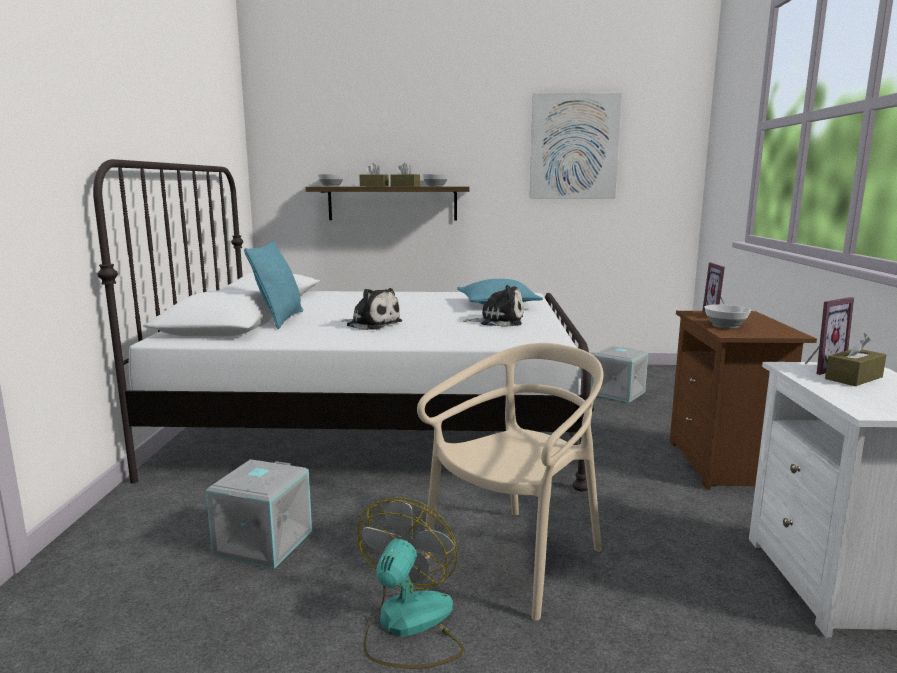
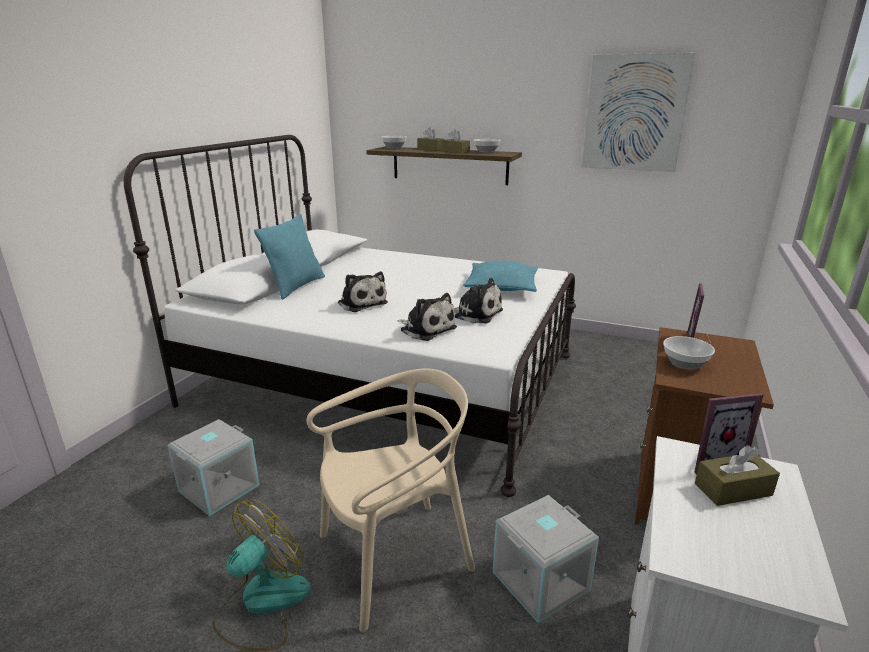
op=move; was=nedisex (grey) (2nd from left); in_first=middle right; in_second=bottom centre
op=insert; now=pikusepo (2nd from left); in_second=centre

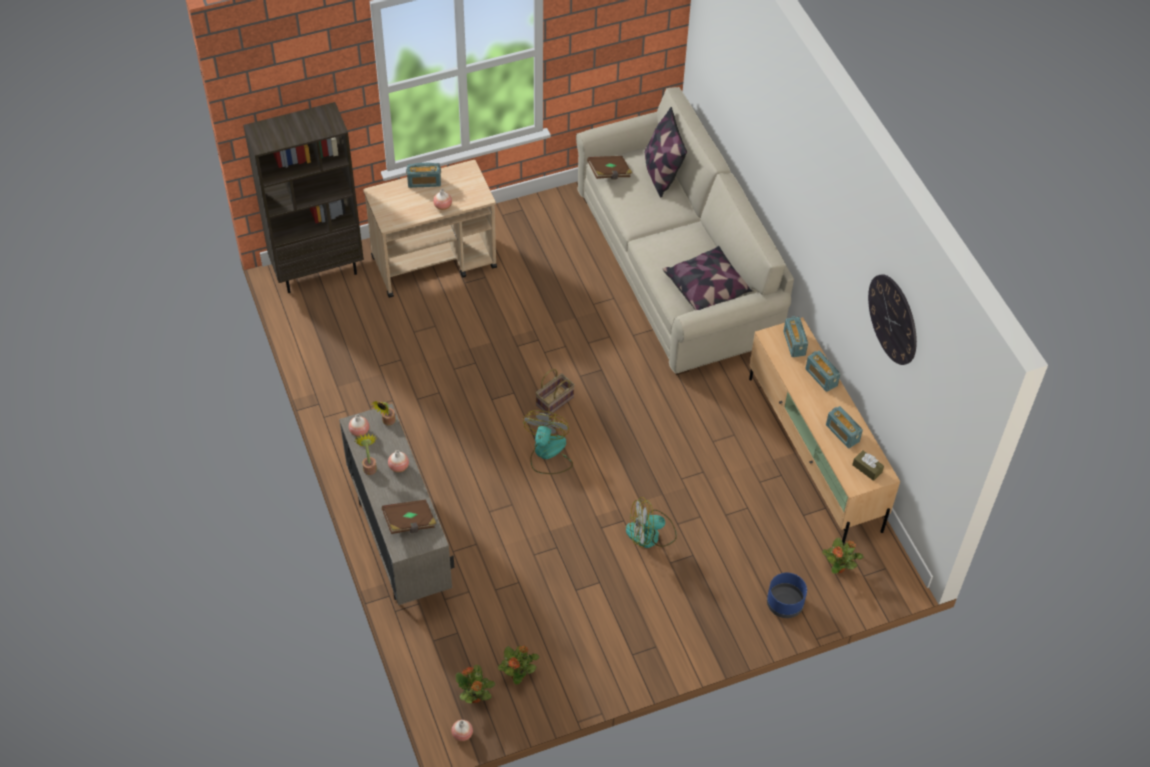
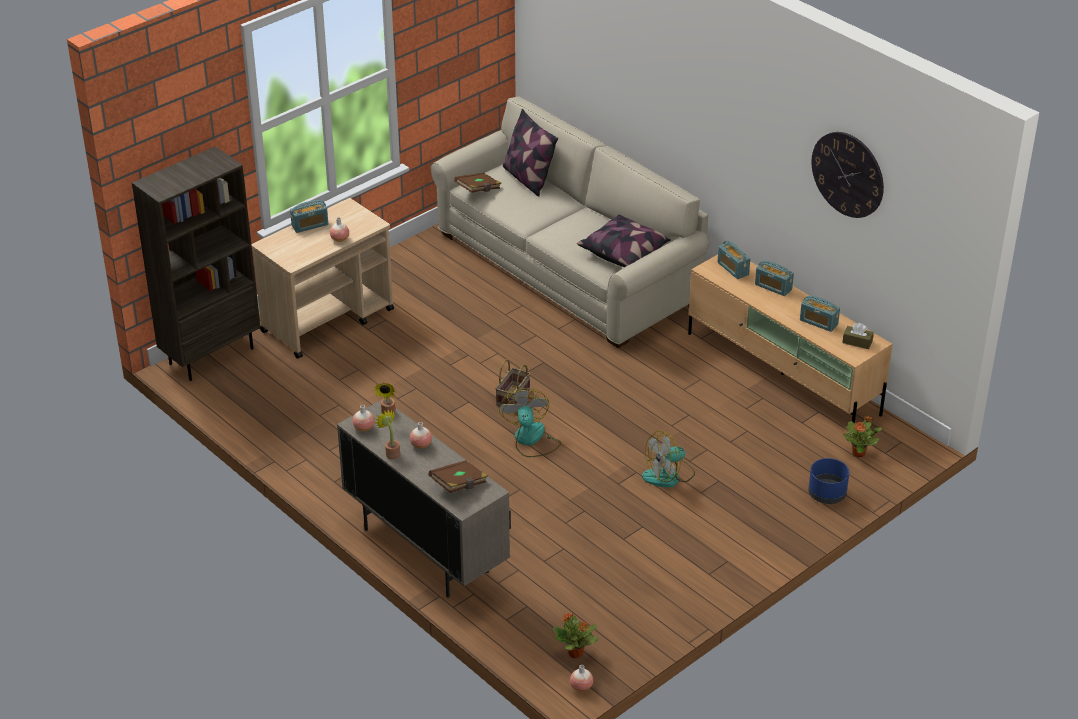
op=delete; was=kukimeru (4th from left); in_first=bottom centre

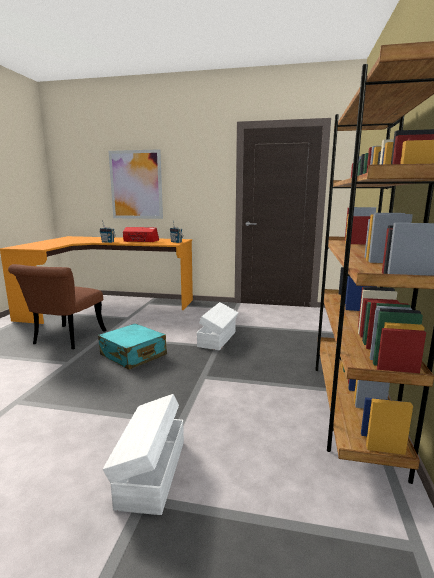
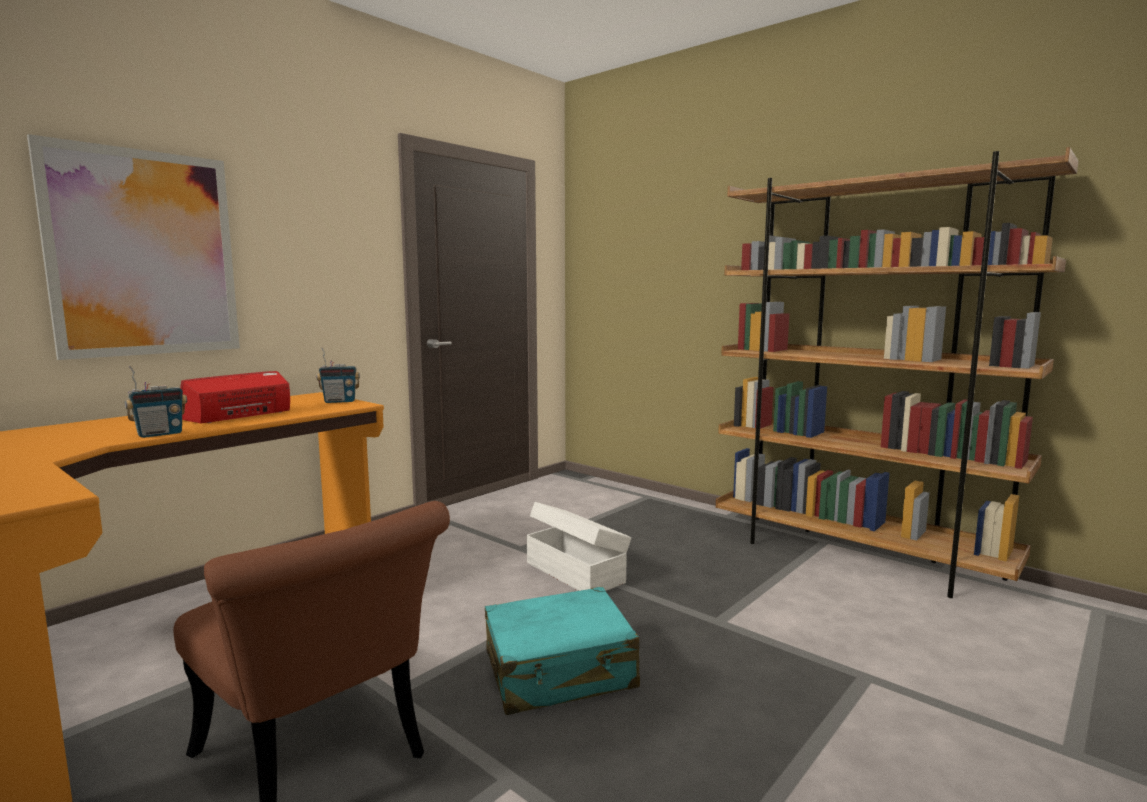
op=delete; was=nedisex (white) (1st from left); in_first=bottom left

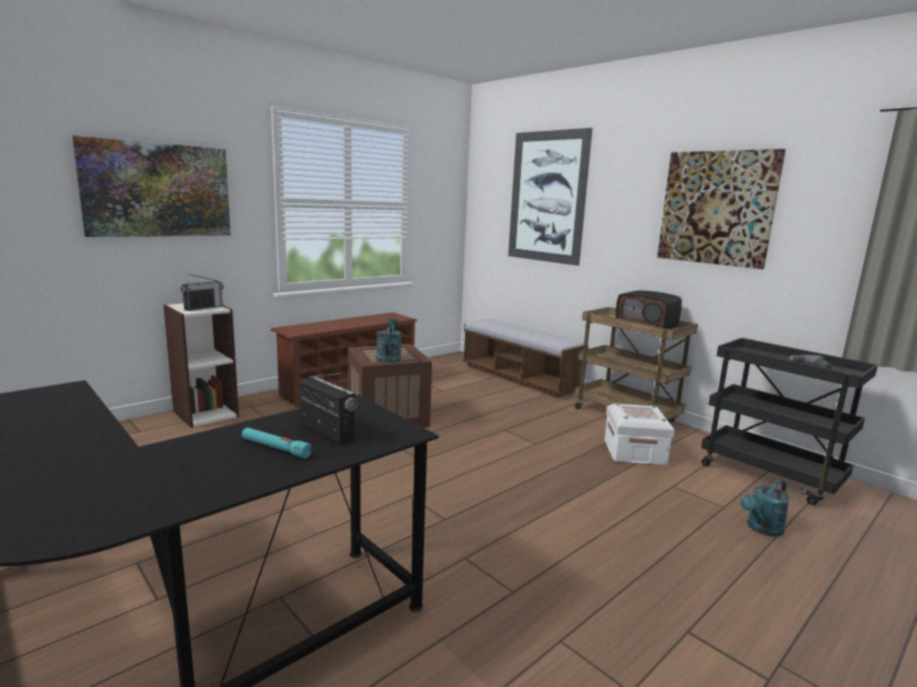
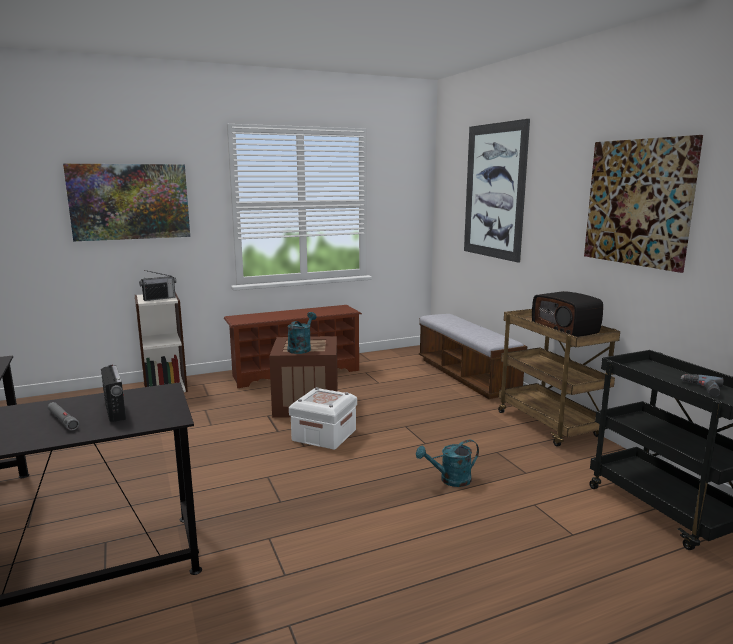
op=recolor; was=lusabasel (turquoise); now=lusabasel (grey); in_first=middle left; in_second=middle left
op=move; was=nedisex (white); in_first=middle right; in_second=centre
op=move; was=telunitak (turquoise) (2nd from left); in_first=bottom right; in_second=bottom centre

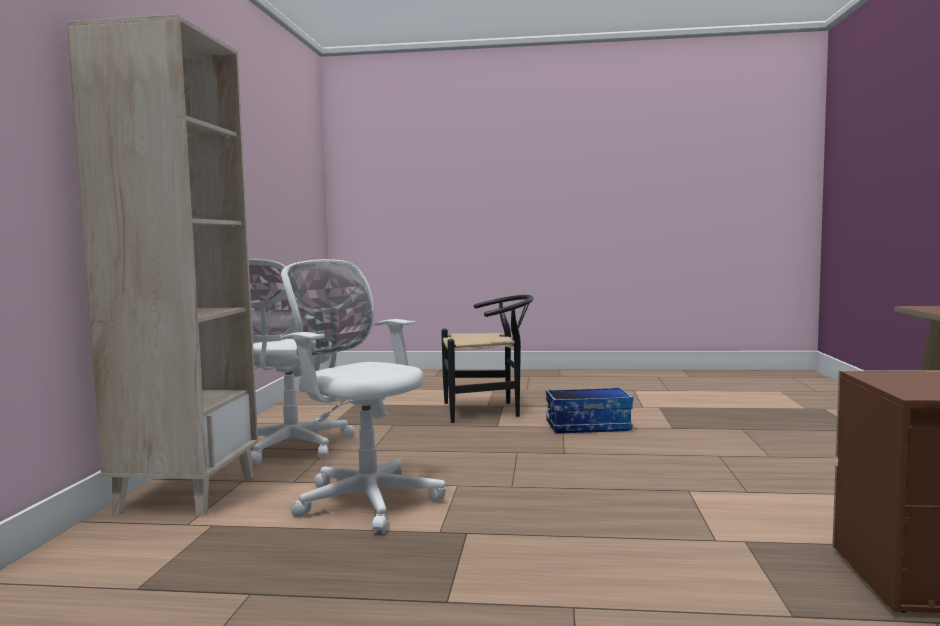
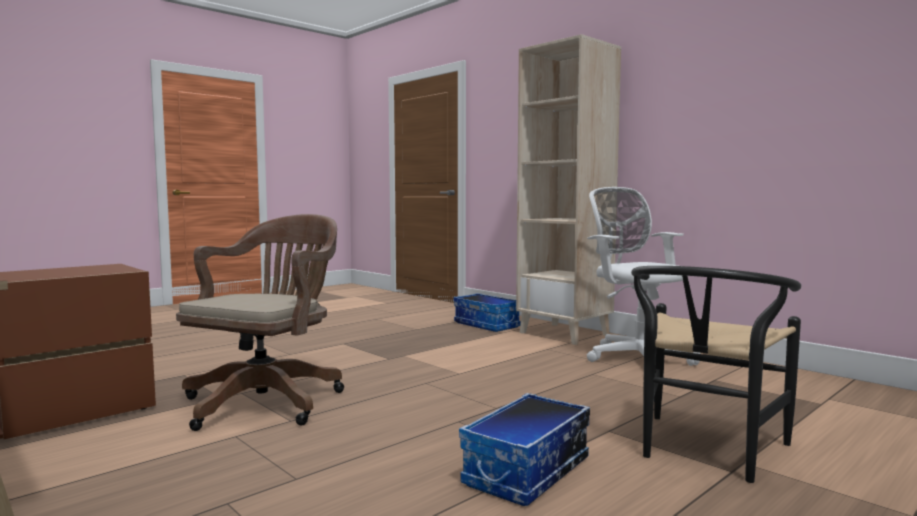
op=delete; was=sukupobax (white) (2nd from left); in_first=centre
op=insert; now=sukupobax (brown); in_second=middle left
op=insert; now=nedisex (1st from left); in_second=centre

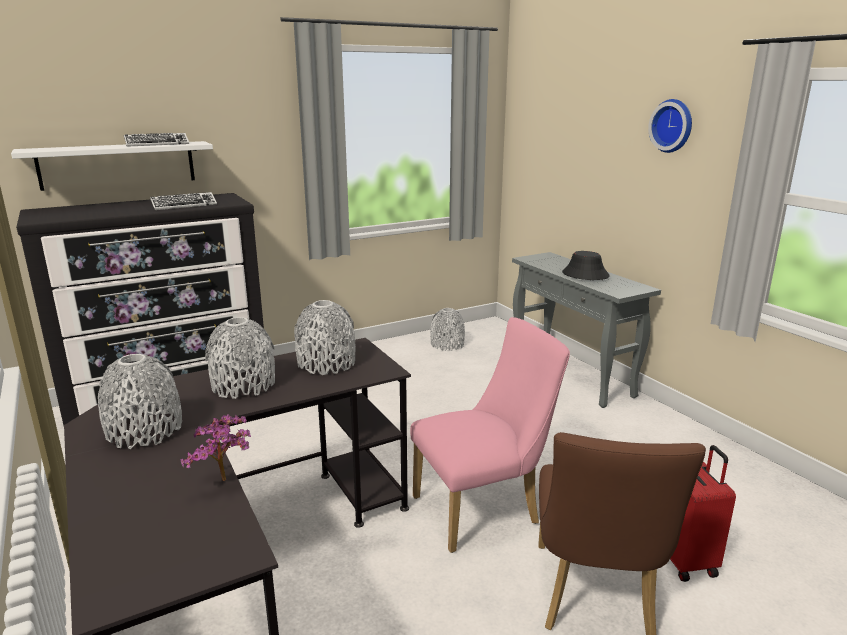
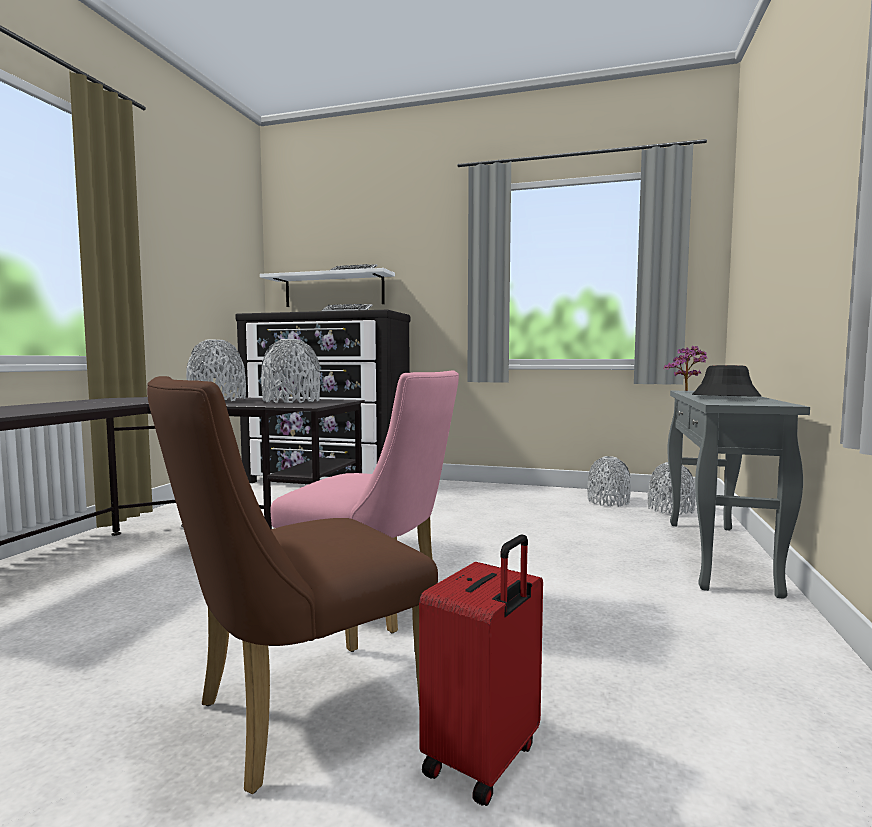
op=move; was=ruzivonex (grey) (1st from left in the first image); now=ruzivonex (grey) (4th from left); in_first=middle left; in_second=middle right
op=move; was=kukimeru; in_first=bottom left; in_second=middle right
op=delete; was=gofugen; in_first=top right

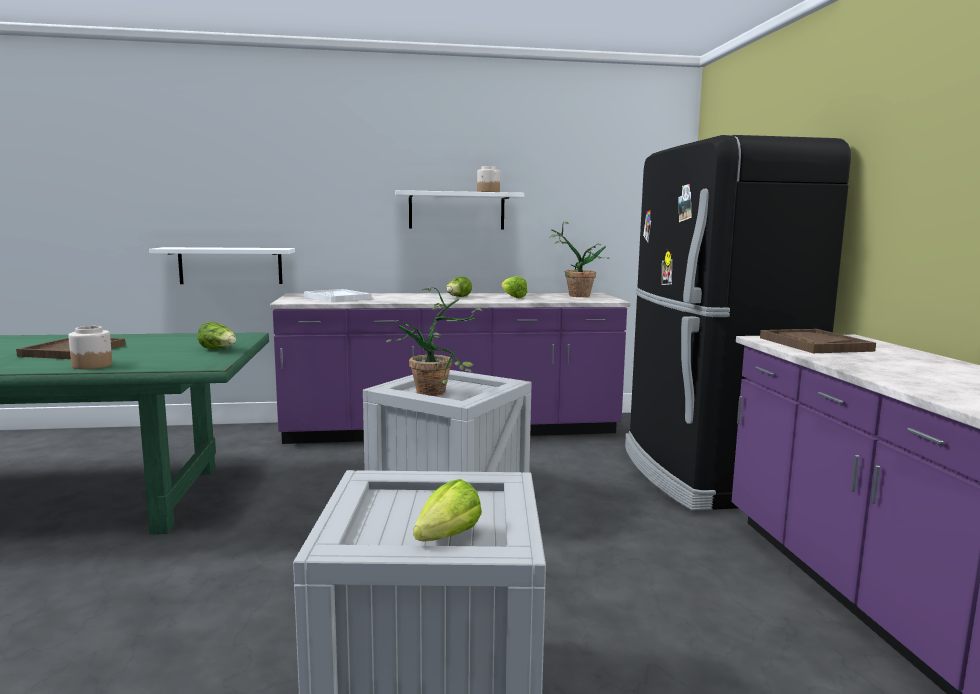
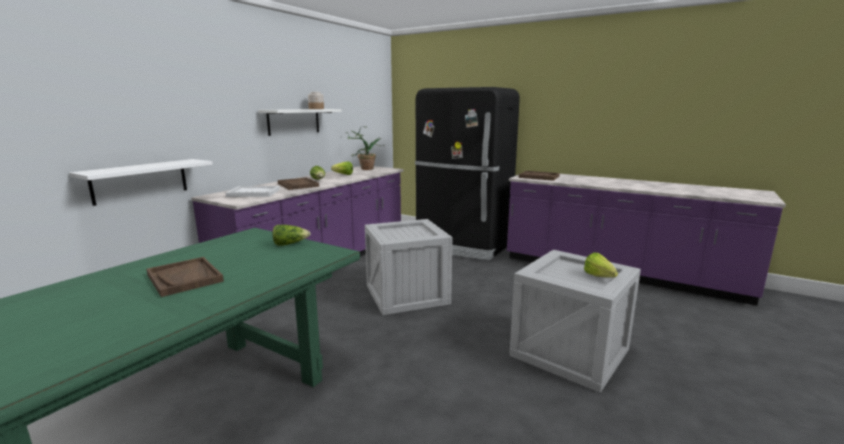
op=delete; was=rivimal (1st from left); in_first=middle left
op=delete; was=kukimeru (1st from left); in_first=centre
op=insert; now=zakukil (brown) (2nd from left); in_second=centre

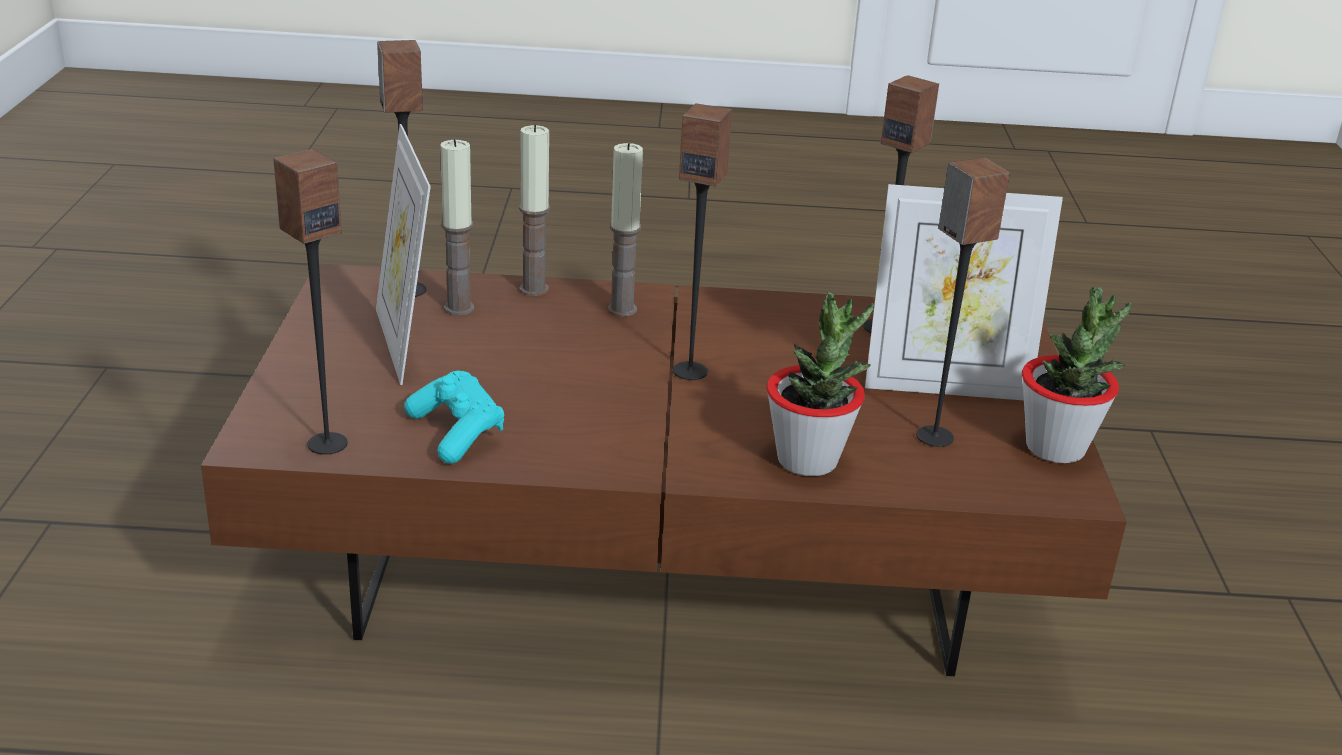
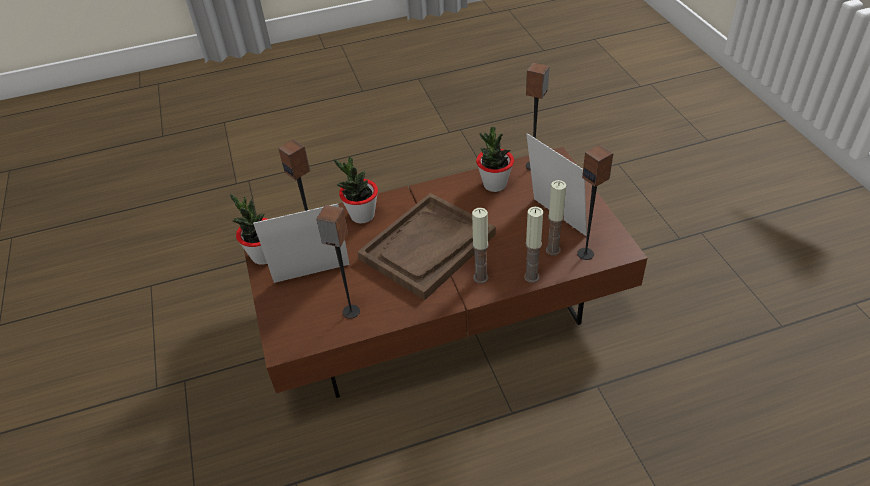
op=replace; was=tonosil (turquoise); now=kukimeru (3rd from left); in_first=centre; in_second=top centre
op=replace; was=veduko (3rd from left); now=zakukil (brown); in_first=top centre; in_second=centre

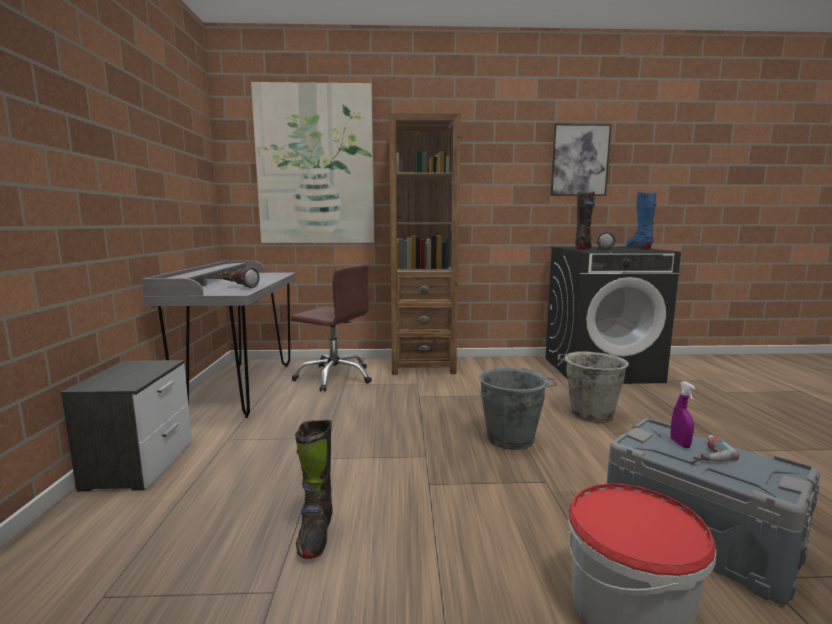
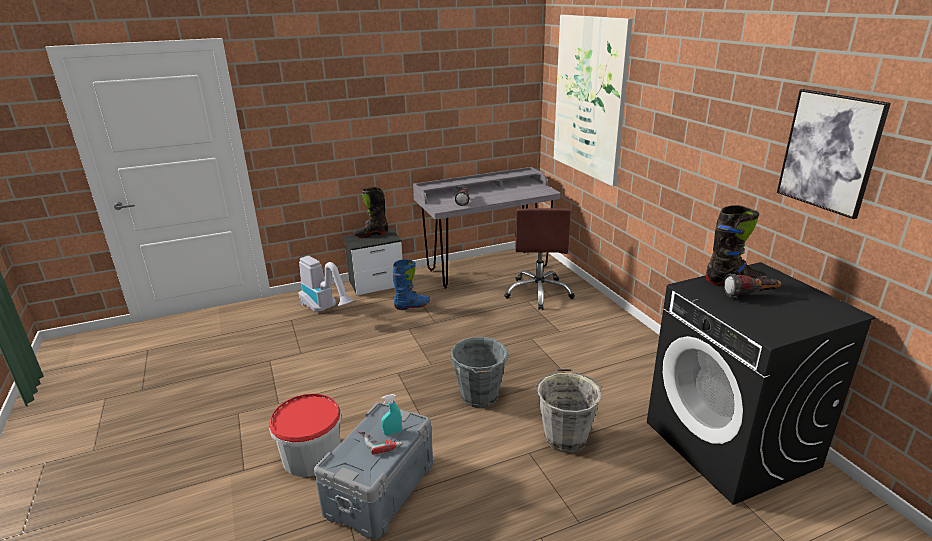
op=move; was=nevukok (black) (1st from left); in_first=bottom centre; in_second=centre
op=delete; was=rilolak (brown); in_first=centre
op=move; was=nevukok (blue); in_first=middle right; in_second=centre
op=recolor; was=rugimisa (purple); now=rugimisa (turquoise); in_first=middle right; in_second=bottom centre
op=insert; now=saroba; in_second=centre

